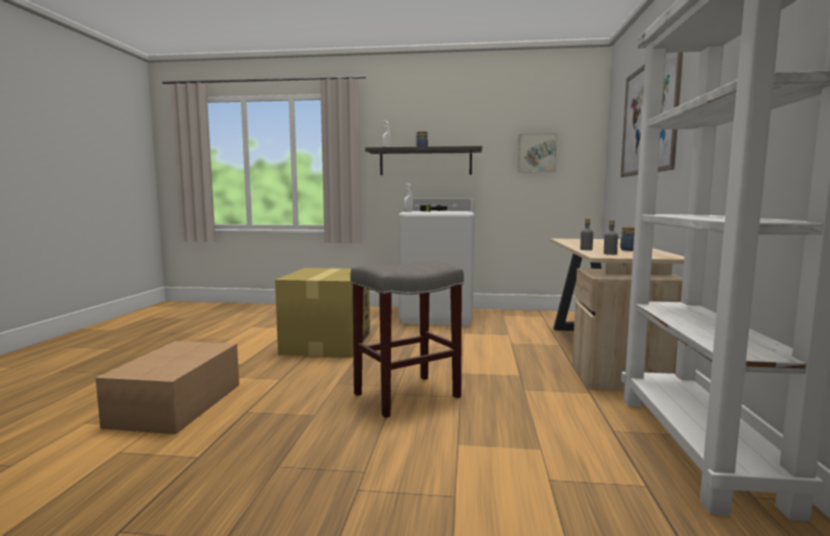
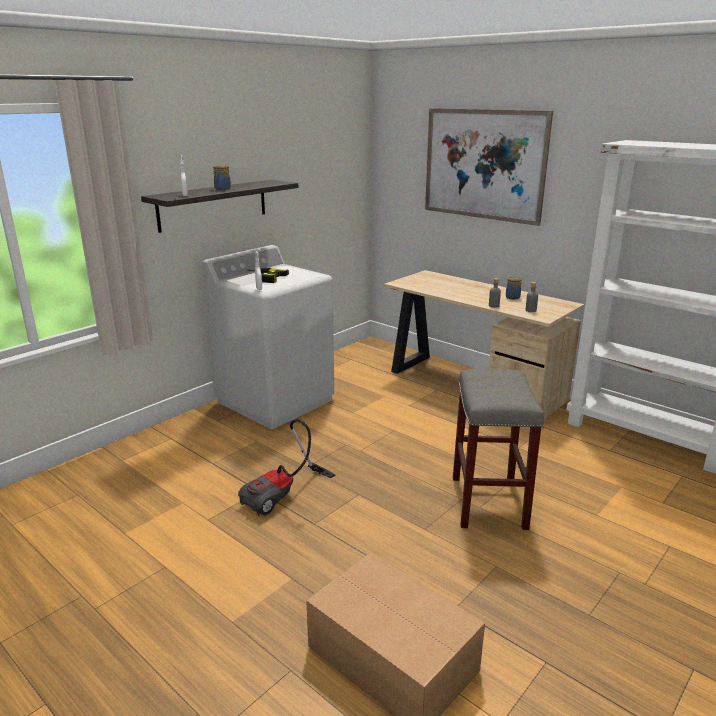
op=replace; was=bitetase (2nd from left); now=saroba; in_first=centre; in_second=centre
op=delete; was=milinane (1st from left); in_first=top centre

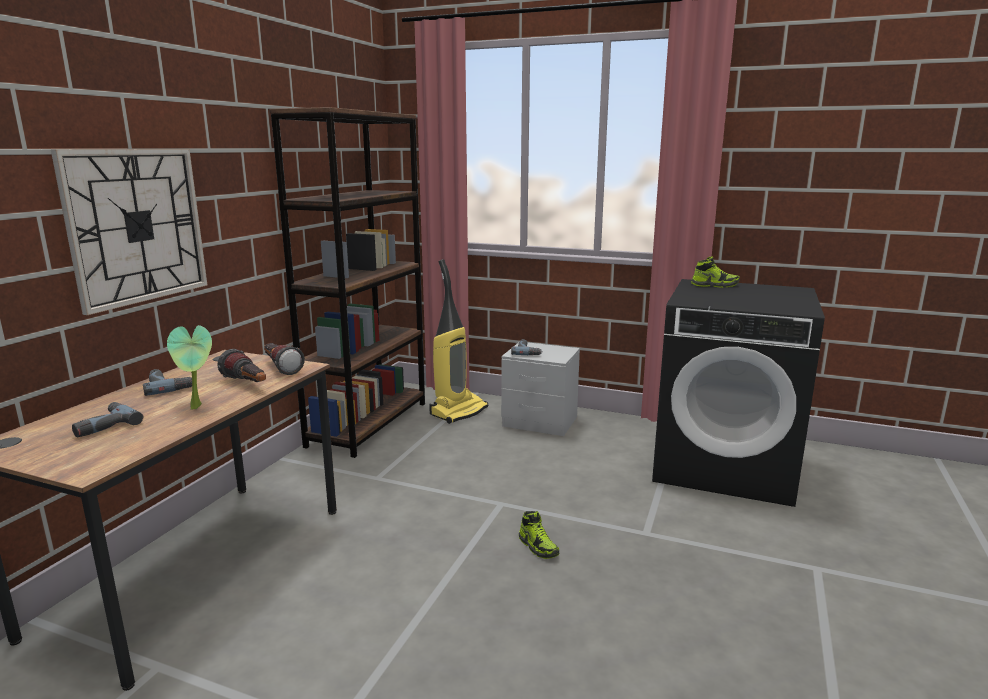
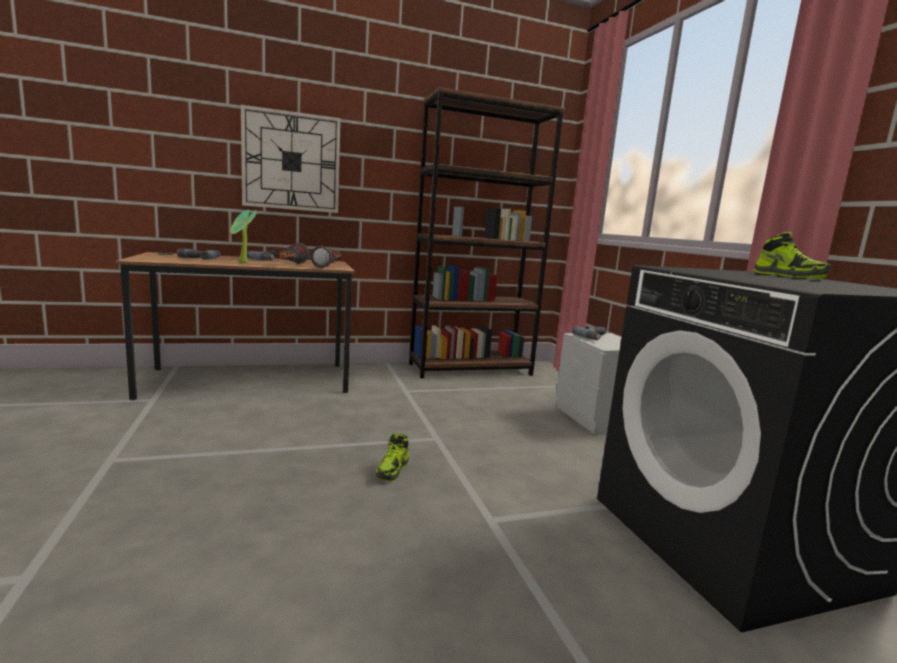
op=delete; was=saroba; in_first=centre

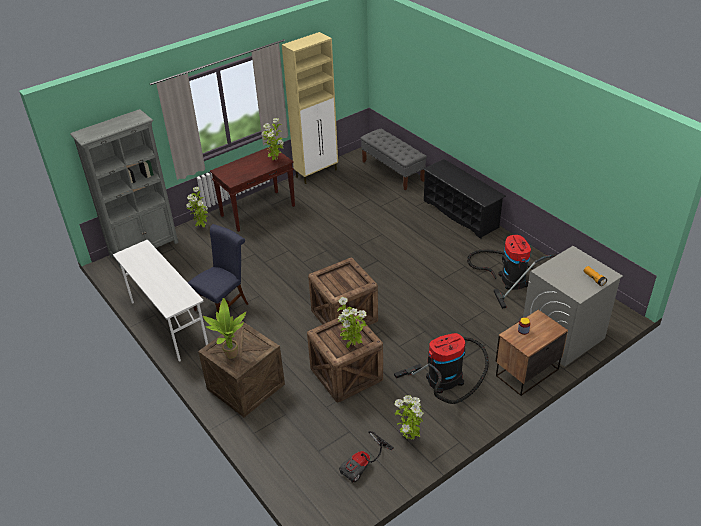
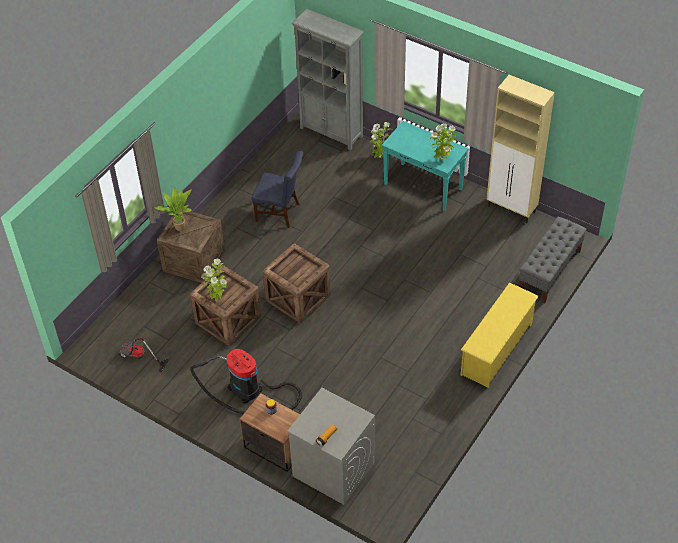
op=delete; was=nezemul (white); in_first=middle left
op=recolor; was=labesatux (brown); now=labesatux (turquoise); in_first=centre; in_second=top centre
op=delete; was=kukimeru (5th from left); in_first=bottom centre
op=recolor; was=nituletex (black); now=nituletex (yellow); in_first=centre; in_second=middle right
op=delete; was=saroba (3rd from left); in_first=middle right

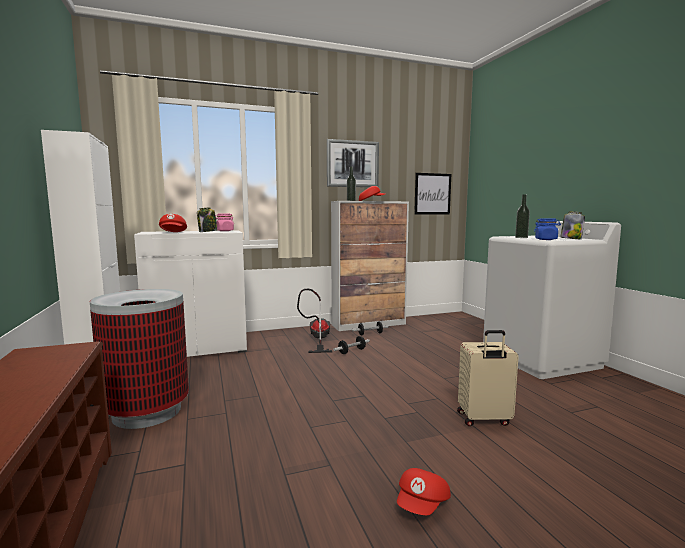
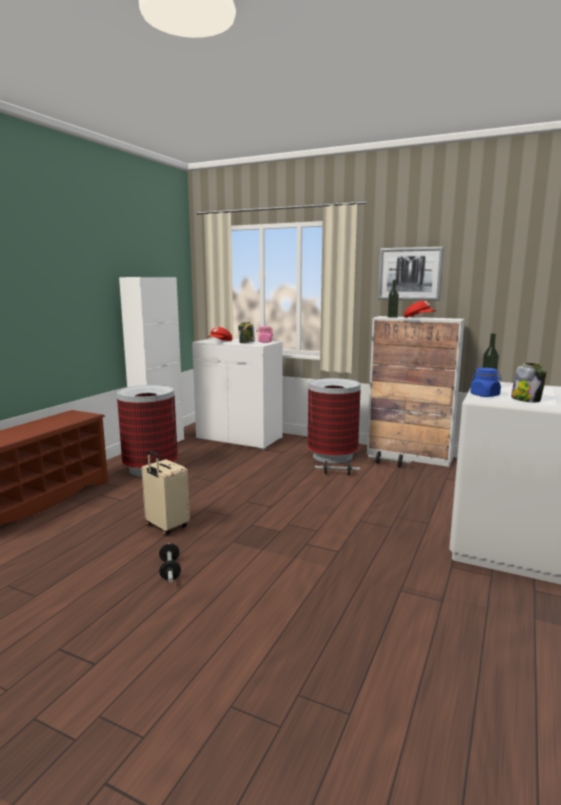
op=replace; was=saroba; now=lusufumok (2nd from left); in_first=centre; in_second=centre
op=replace; was=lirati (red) (3rd from left); now=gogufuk (1st from left); in_first=bottom centre; in_second=bottom left
op=delete; was=milinane (2nd from left); in_first=centre
op=move; was=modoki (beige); in_first=bottom right; in_second=middle left

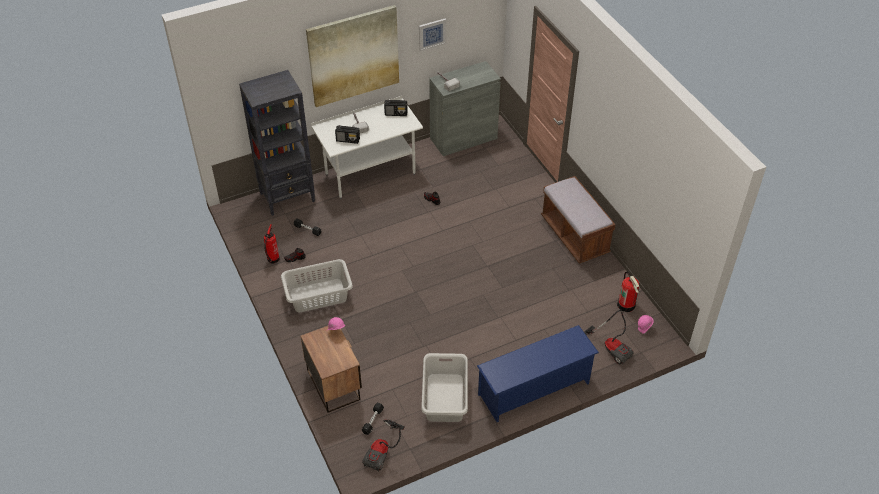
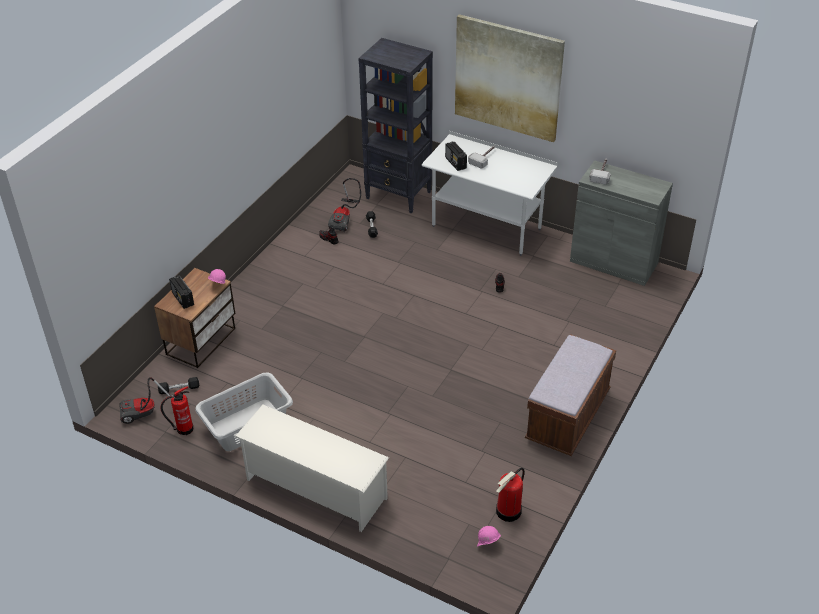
op=move; was=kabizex (1st from left); in_first=middle left; in_second=bottom left
op=delete; was=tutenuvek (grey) (1st from left); in_first=centre
op=move; was=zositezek (2nd from left in the first image); now=zositezek (1st from left); in_first=top centre; in_second=middle left
op=delete; was=milinane (2nd from left); in_first=top centre
op=recolor; was=nituletex (blue); now=nituletex (white); in_first=bottom centre; in_second=bottom centre
op=move; was=saroba (2nd from left); in_first=bottom right; in_second=centre

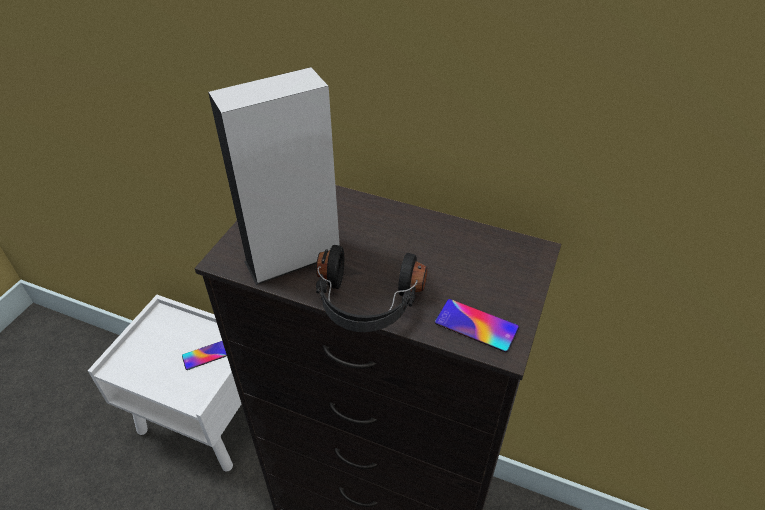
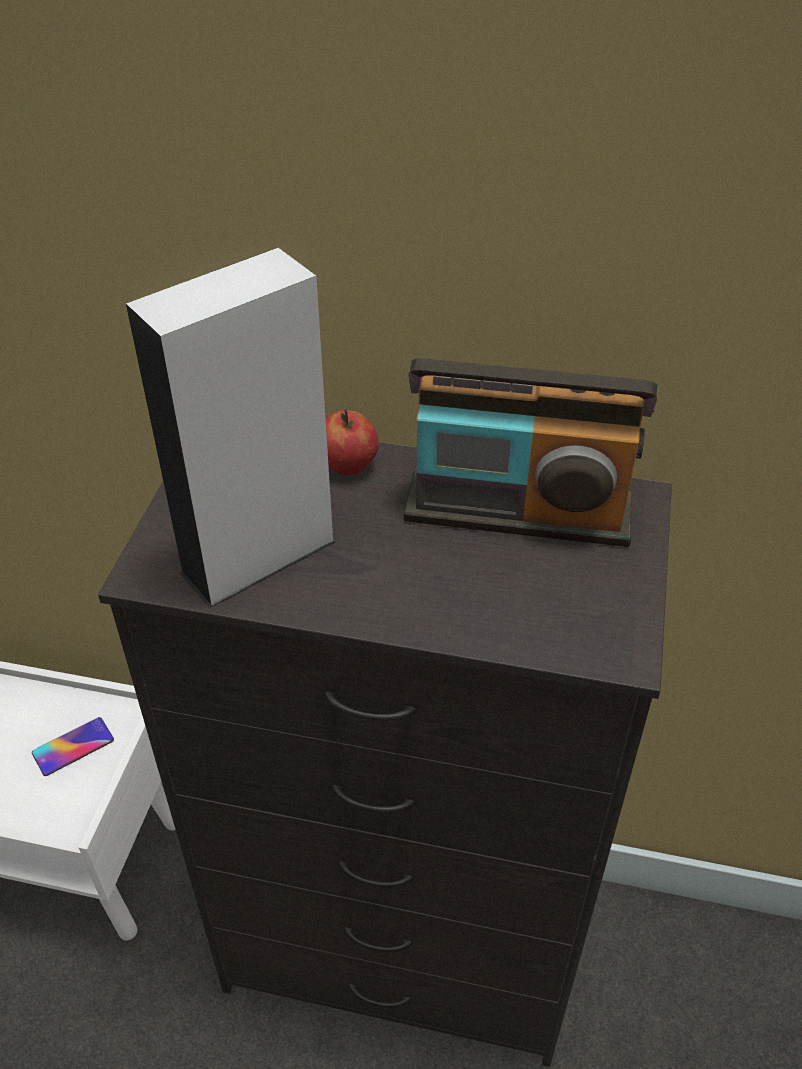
op=delete; was=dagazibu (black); in_first=centre
op=delete; was=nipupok (2nd from left); in_first=centre
op=insert; now=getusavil; in_second=centre
op=insert; now=zositezek; in_second=centre

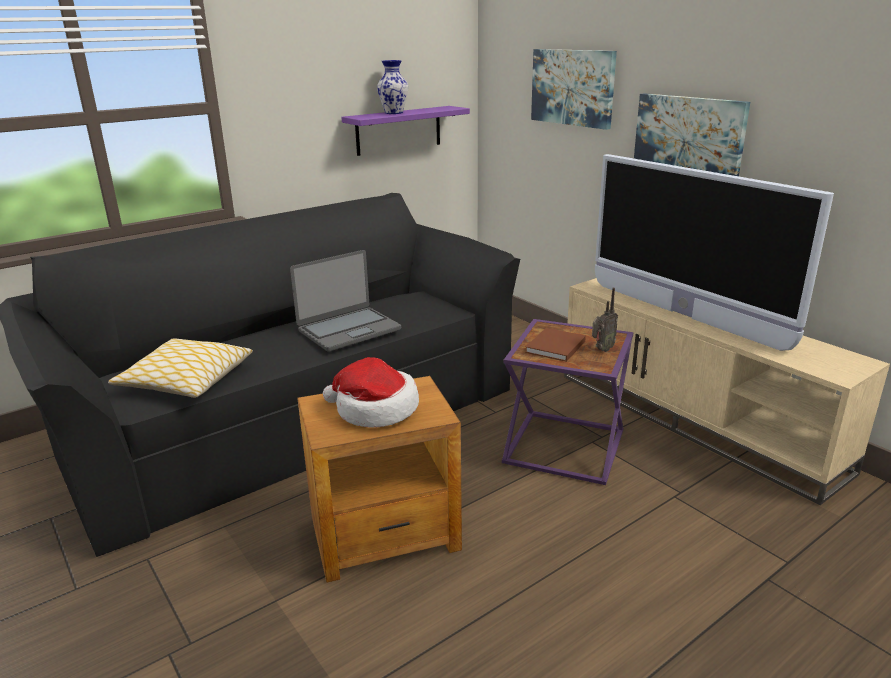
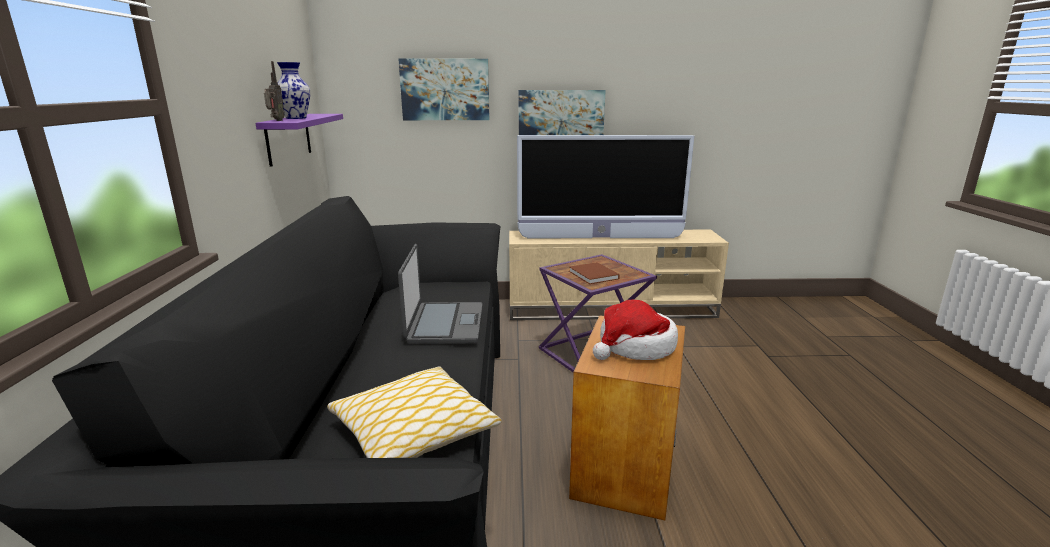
op=move; was=zositezek; in_first=middle right; in_second=top left

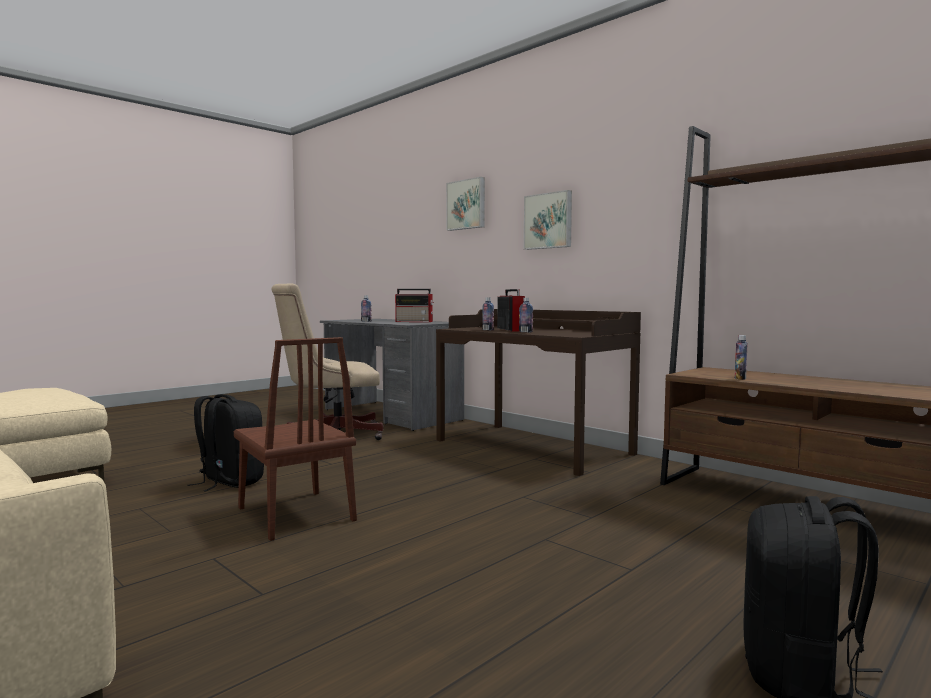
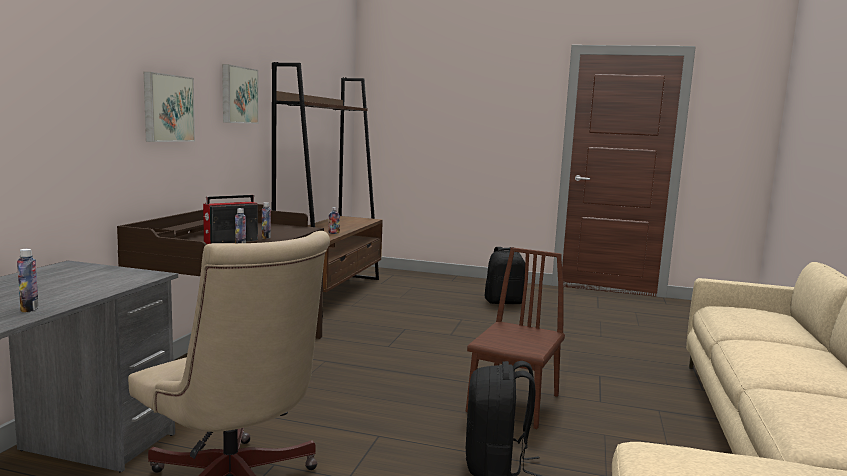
op=delete; was=zositezek (1st from left); in_first=centre
op=move; was=milinane (1st from left in the first image); now=milinane (2nd from left); in_first=top centre; in_second=top left

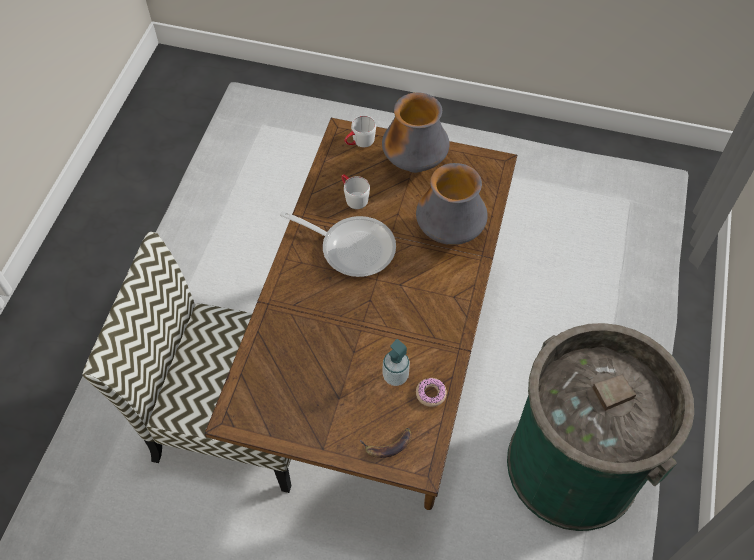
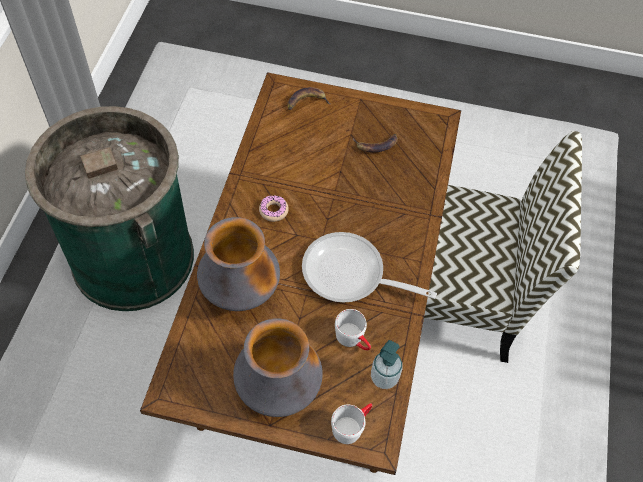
op=move; was=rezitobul; in_first=centre; in_second=bottom centre
op=move; was=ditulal; in_first=bottom centre; in_second=centre
op=insert; now=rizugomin (2nd from left); in_second=top centre

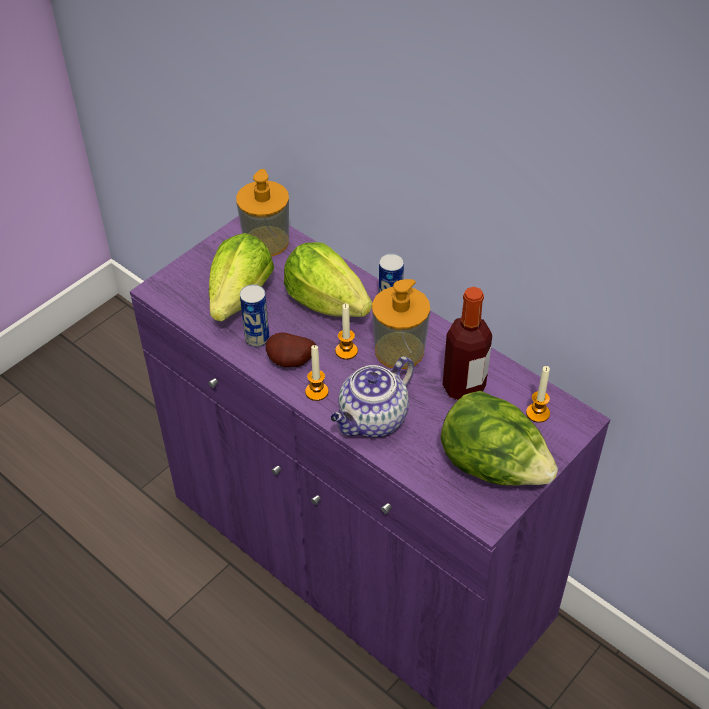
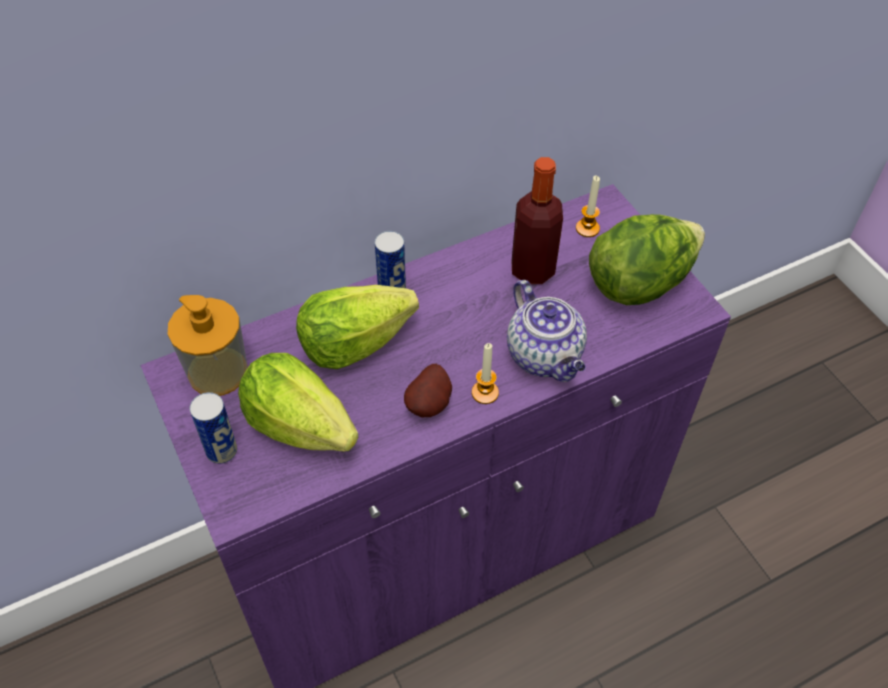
op=move; was=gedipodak (1st from left); in_first=centre; in_second=middle left
op=delete; was=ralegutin (2nd from left); in_first=centre
op=delete; was=rezitobul (2nd from left); in_first=centre

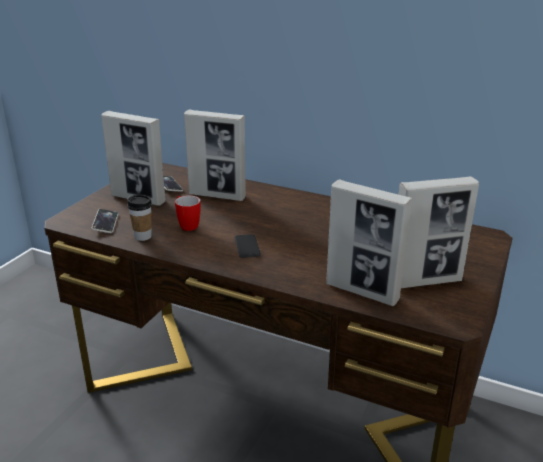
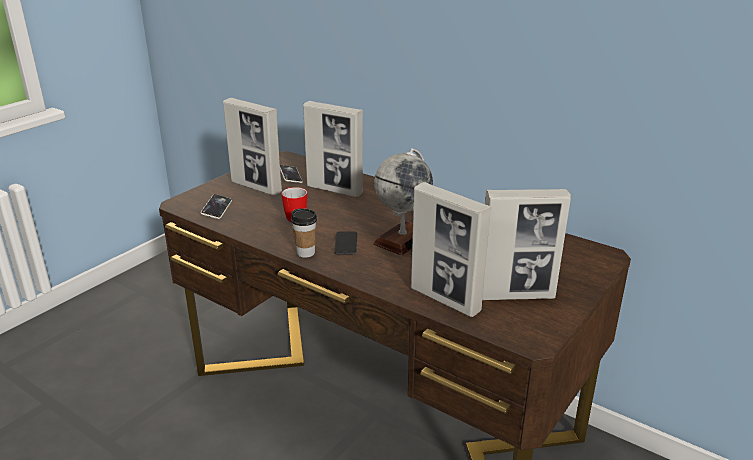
op=move; was=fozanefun; in_first=middle left; in_second=centre
op=insert; now=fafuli; in_second=centre

